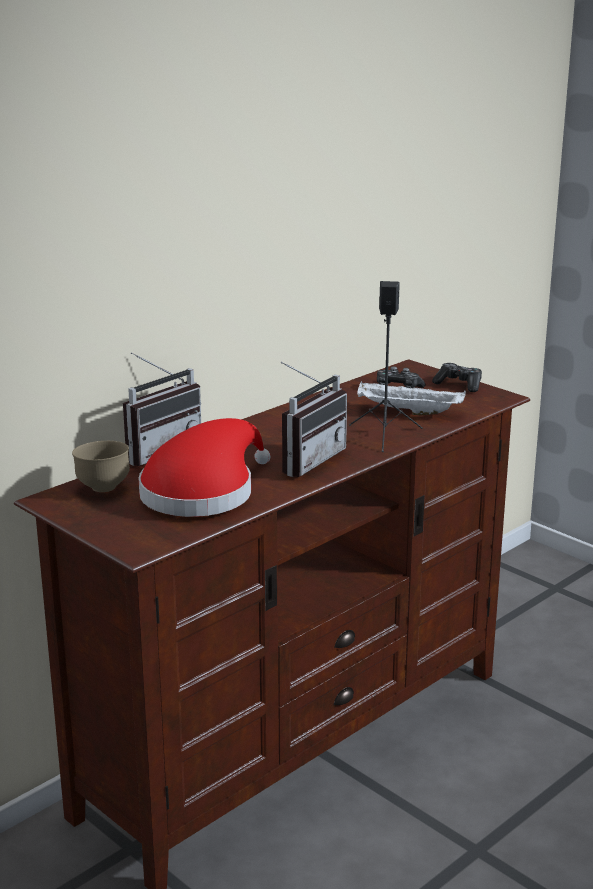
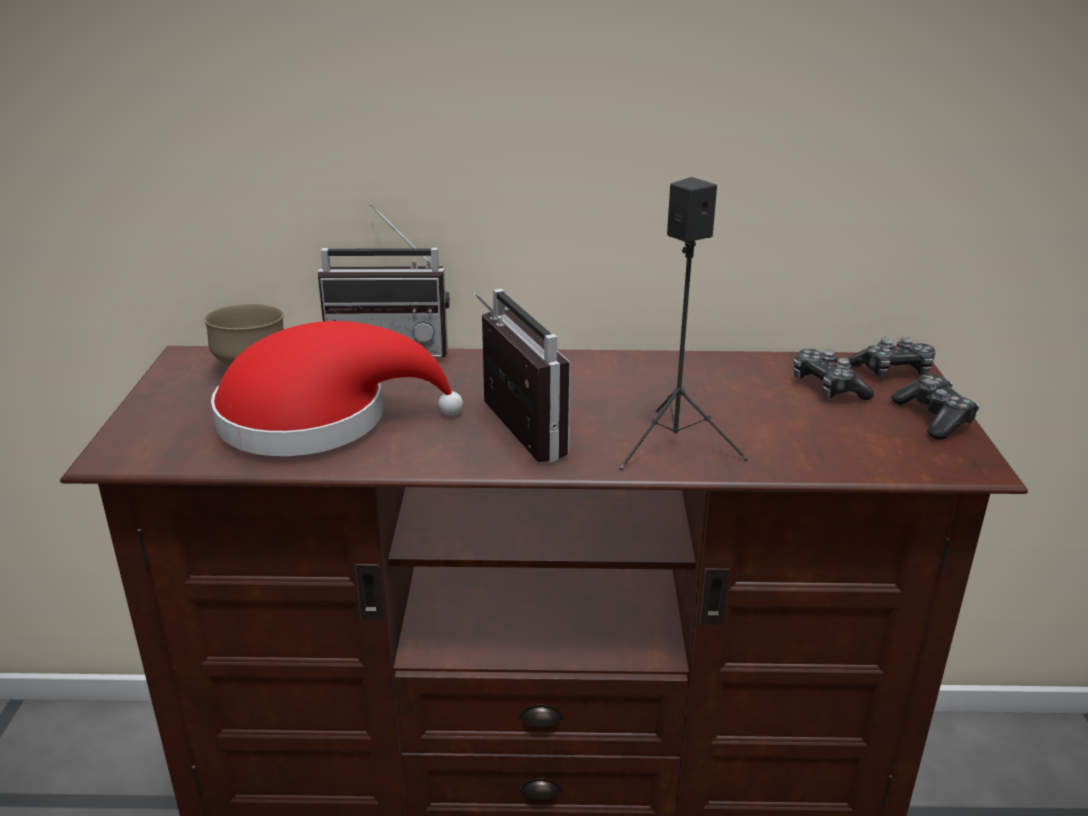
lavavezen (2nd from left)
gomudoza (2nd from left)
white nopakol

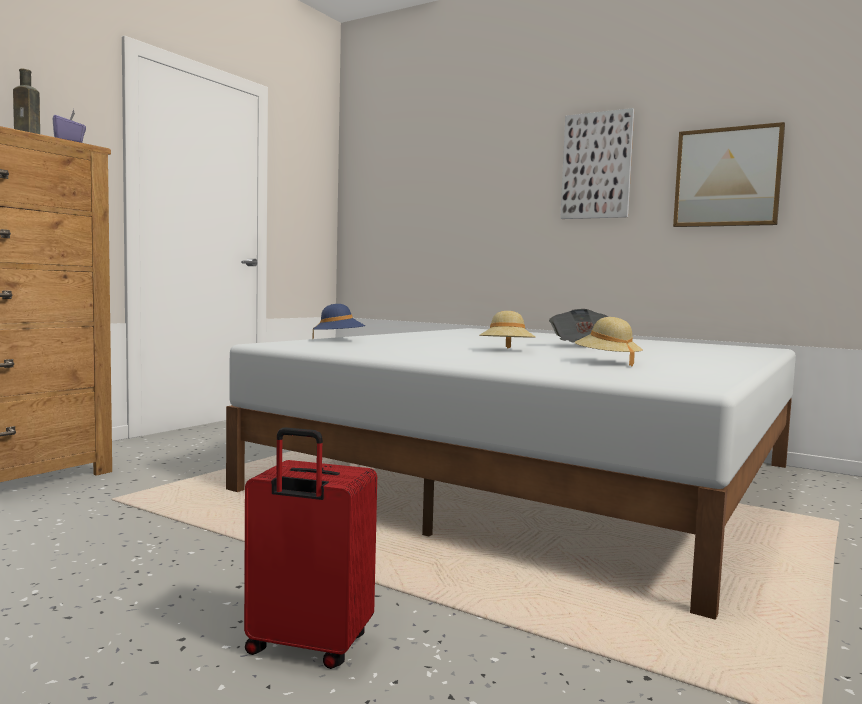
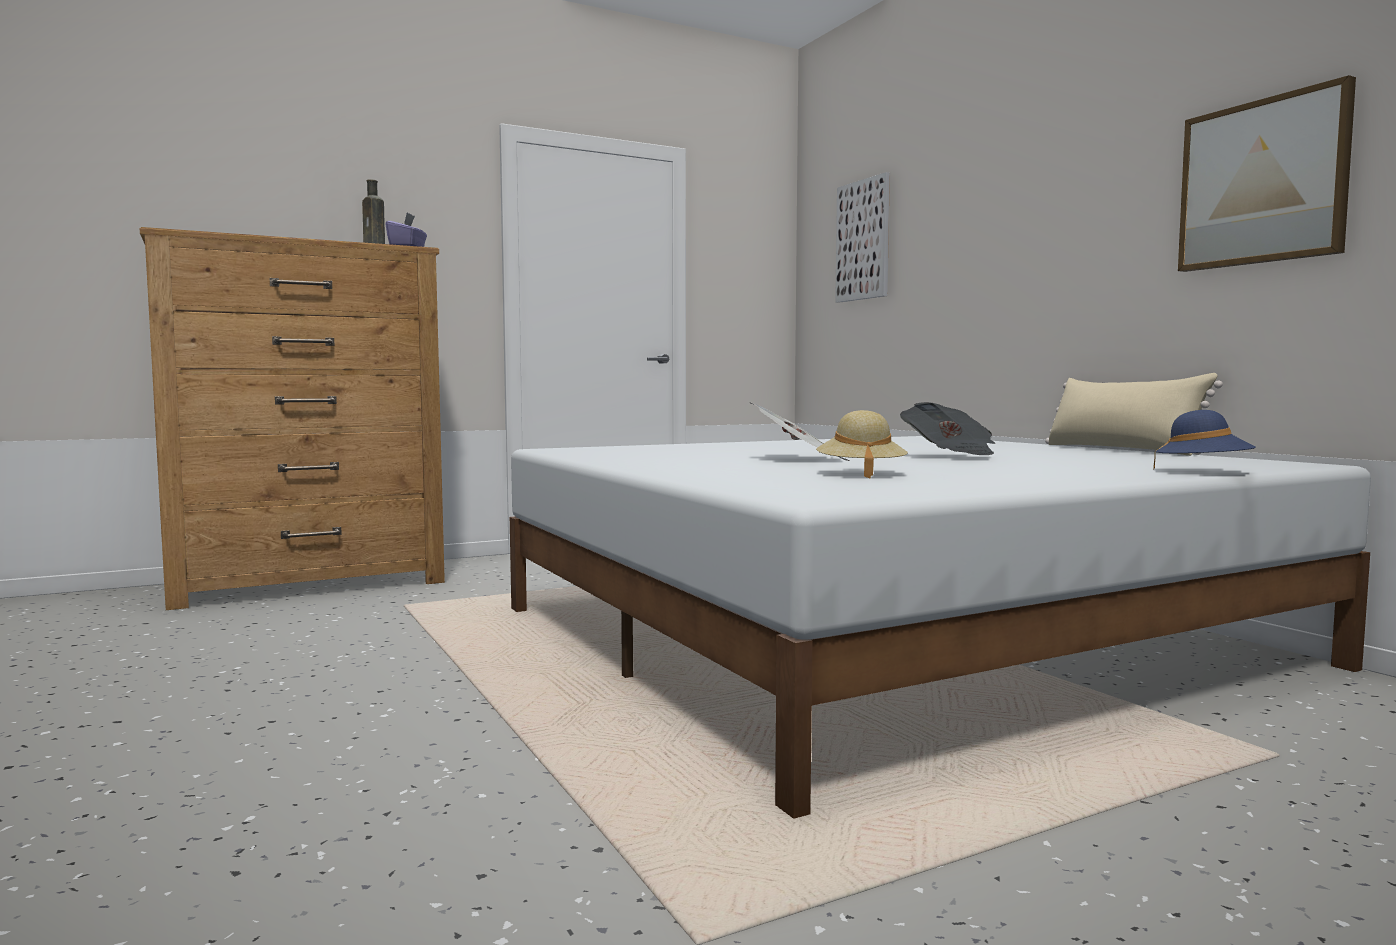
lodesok (1st from left)
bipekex (1st from left)
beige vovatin
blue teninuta
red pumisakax

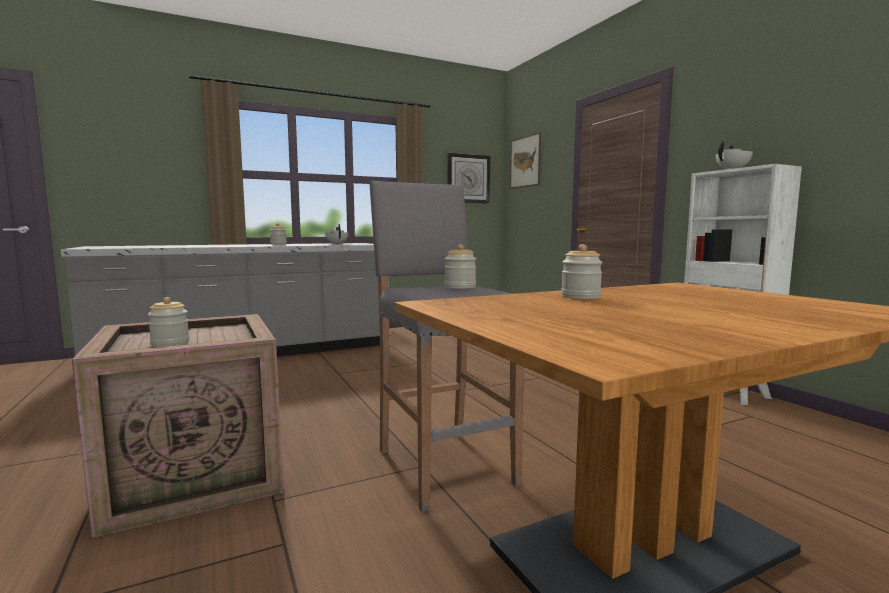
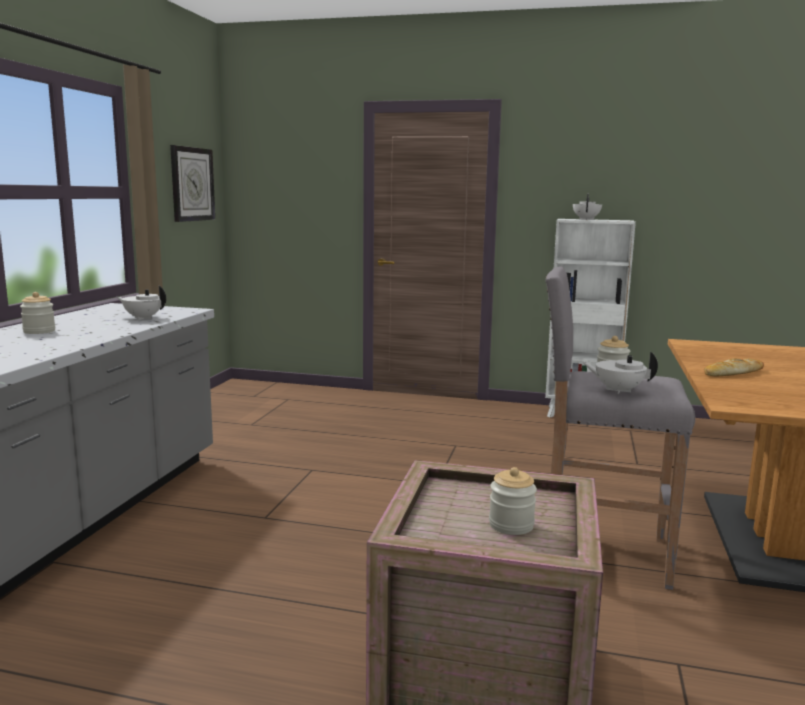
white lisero (3rd from left)
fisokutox
bipekex

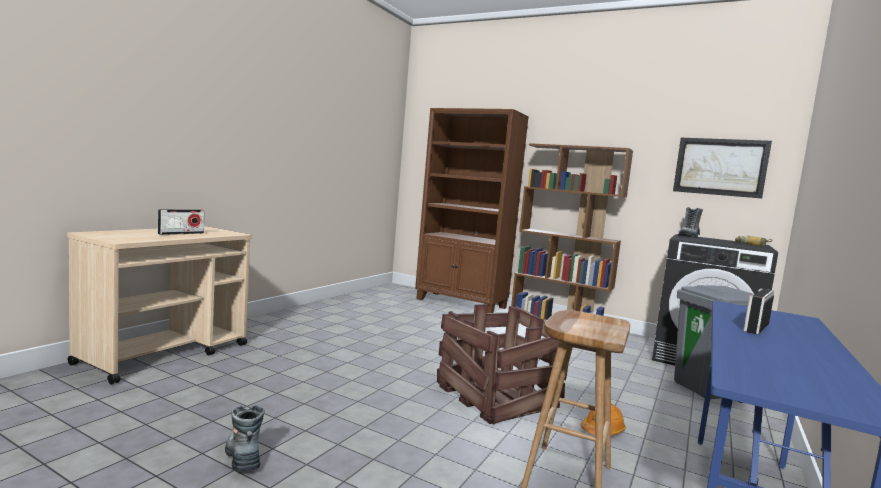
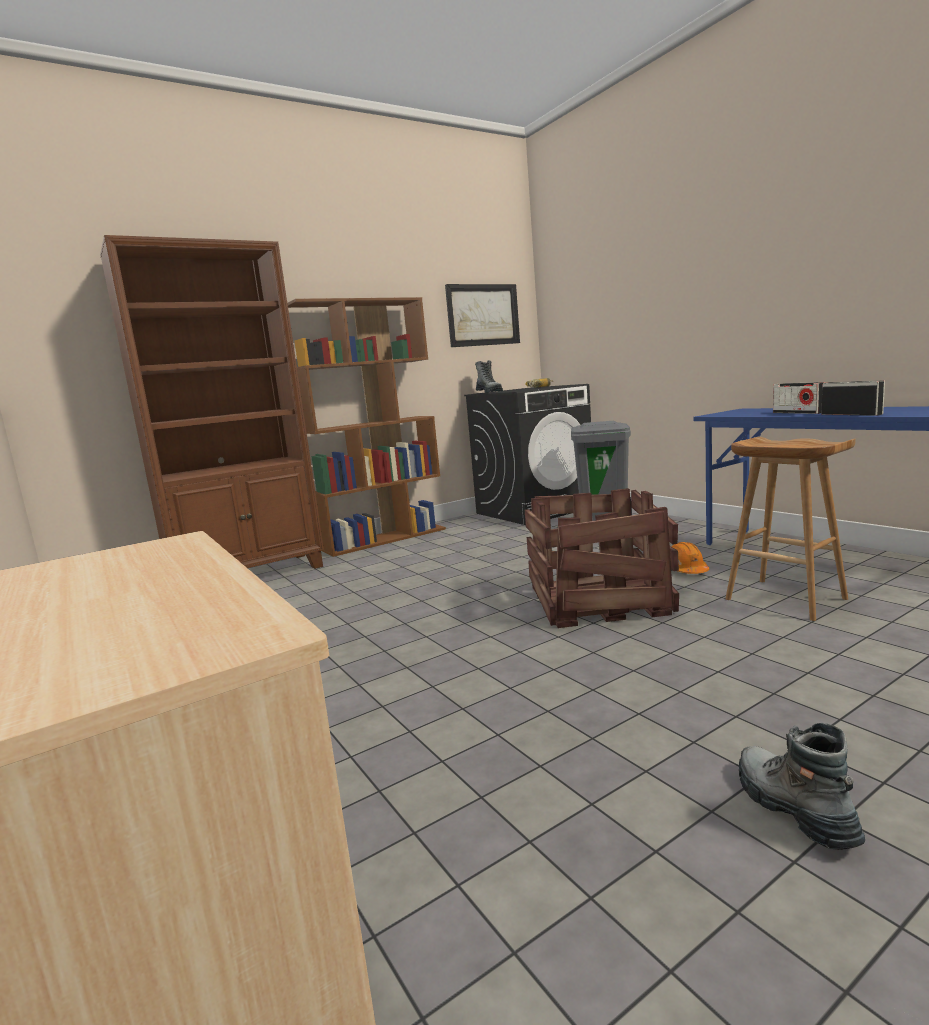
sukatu (2nd from left)
lavavezen (2nd from left)

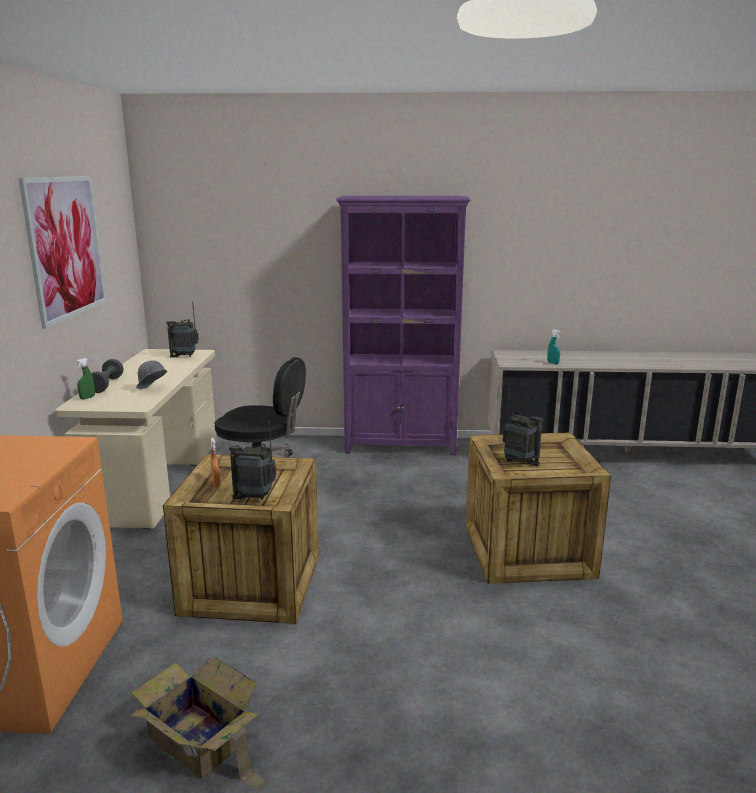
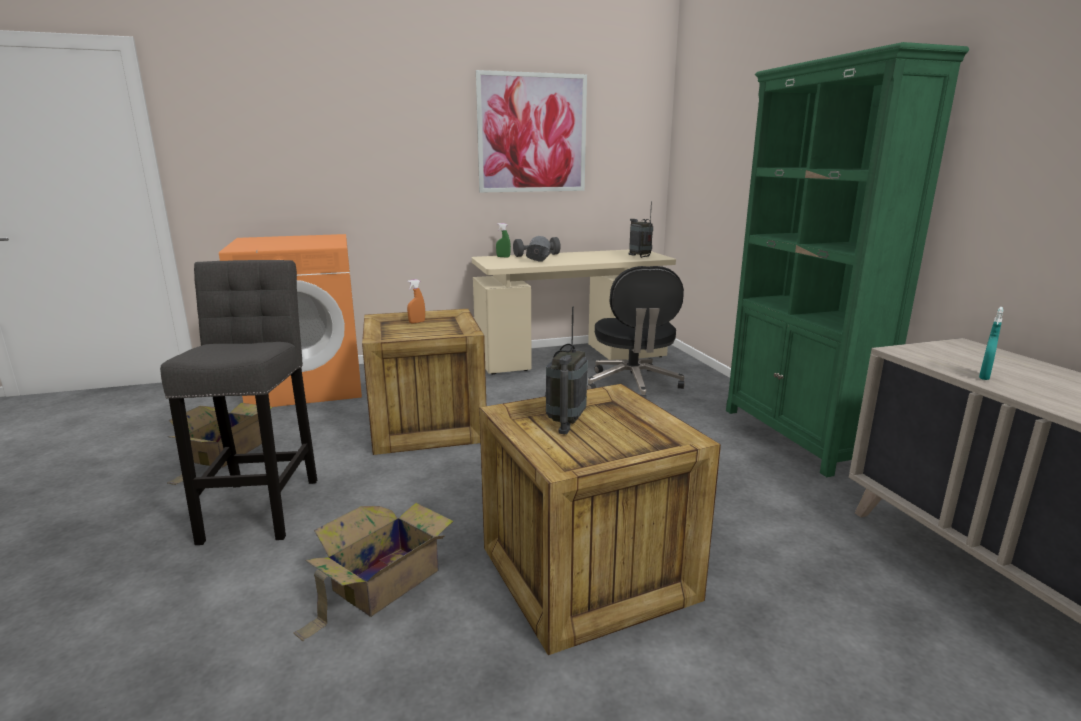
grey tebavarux
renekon (2nd from left)
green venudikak
lavavezen (2nd from left in the first image)

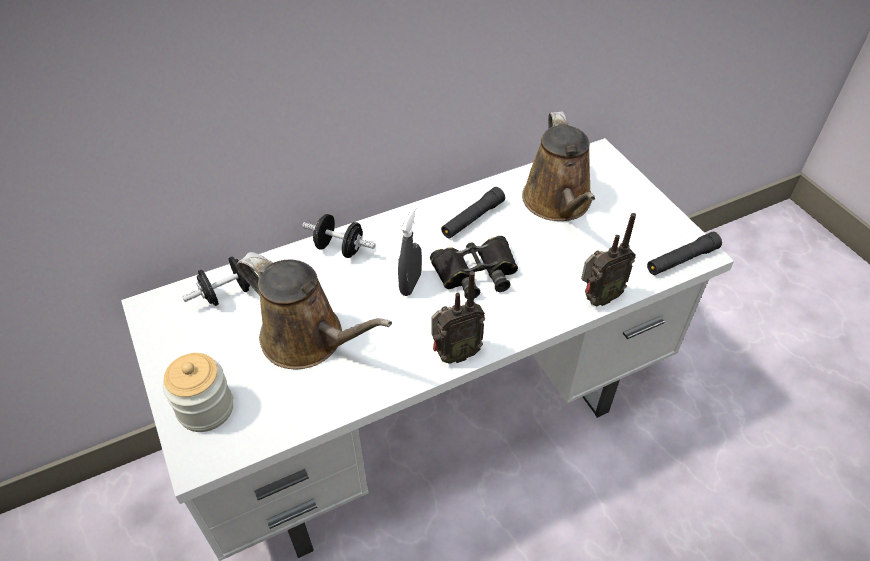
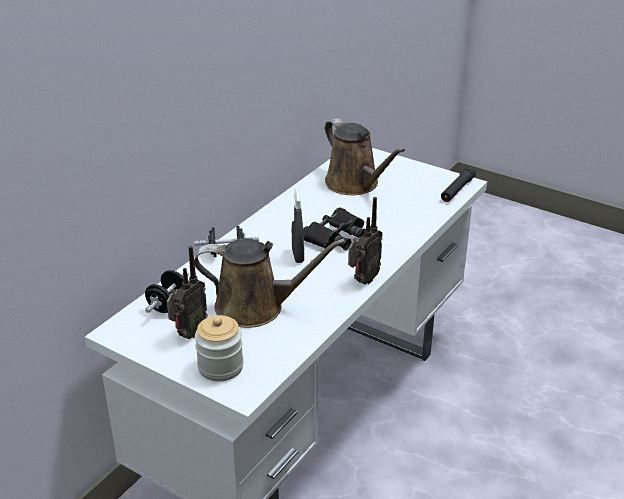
lavavezen (1st from left)
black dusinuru (1st from left in the first image)

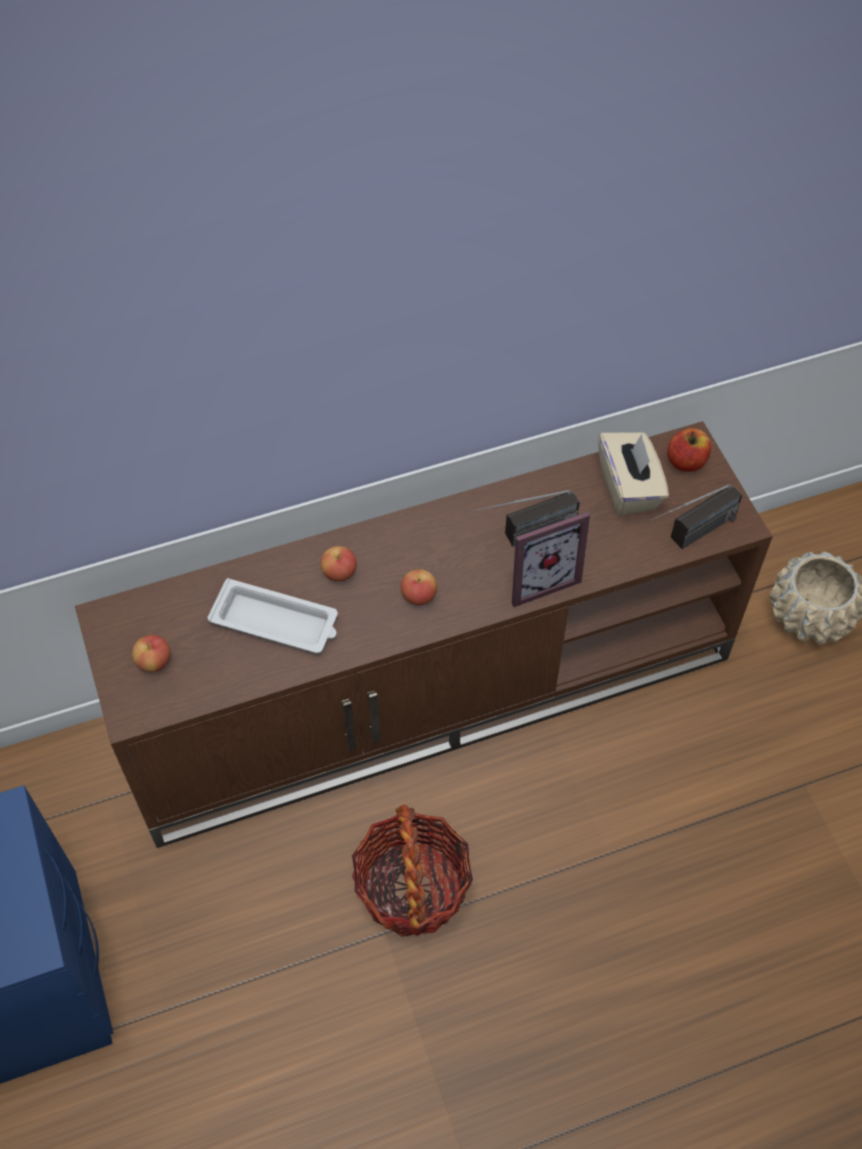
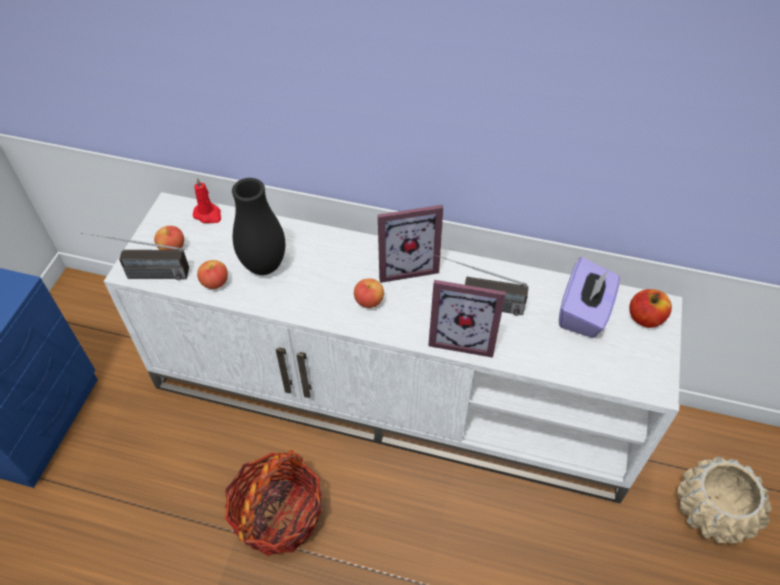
lavavezen (1st from left)
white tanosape
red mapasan
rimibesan (2nd from left)
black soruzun
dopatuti (1st from left)
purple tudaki

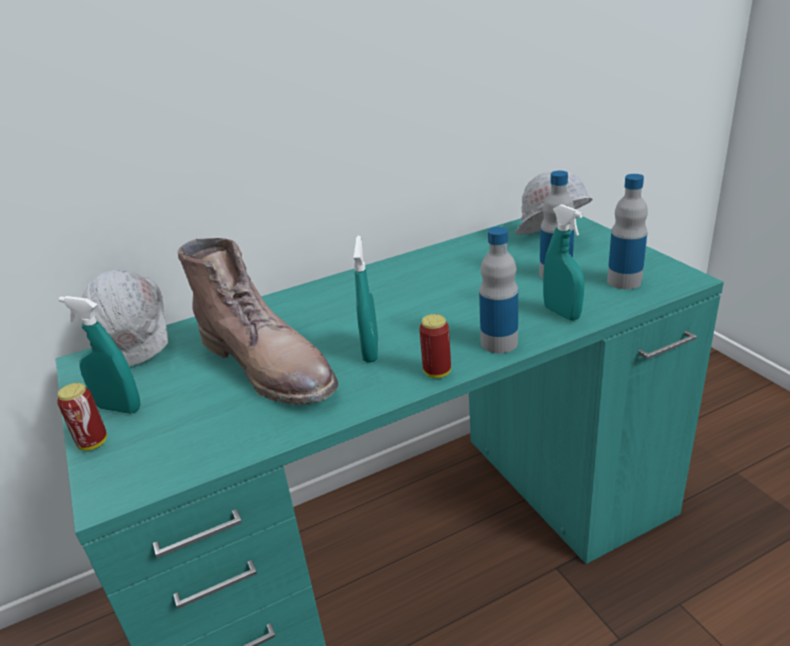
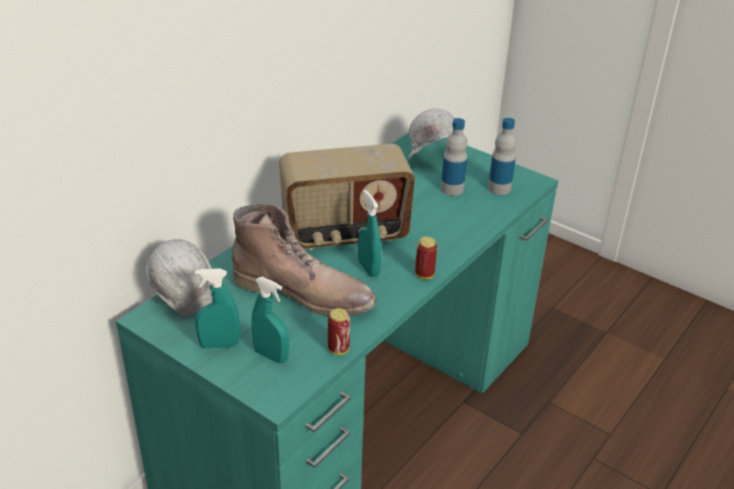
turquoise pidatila (2nd from left)
lavavezen
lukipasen (1st from left)
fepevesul (1st from left in the first image)

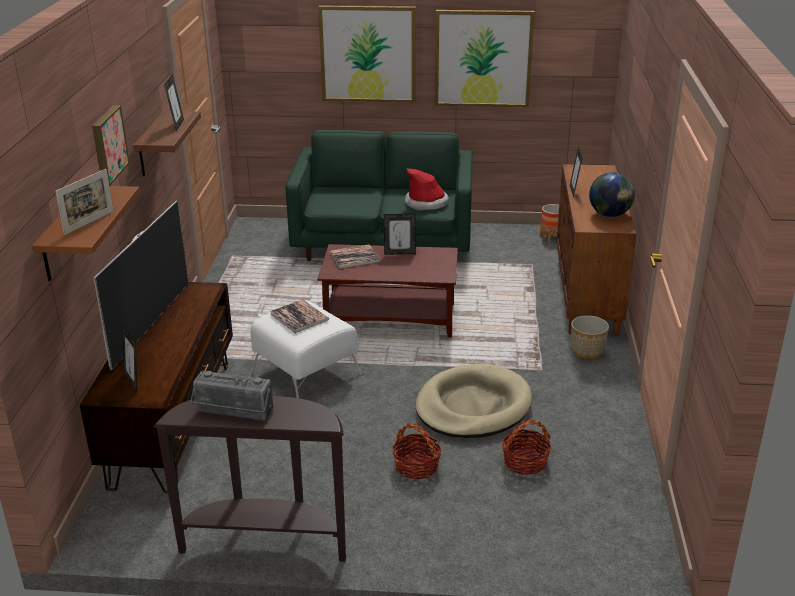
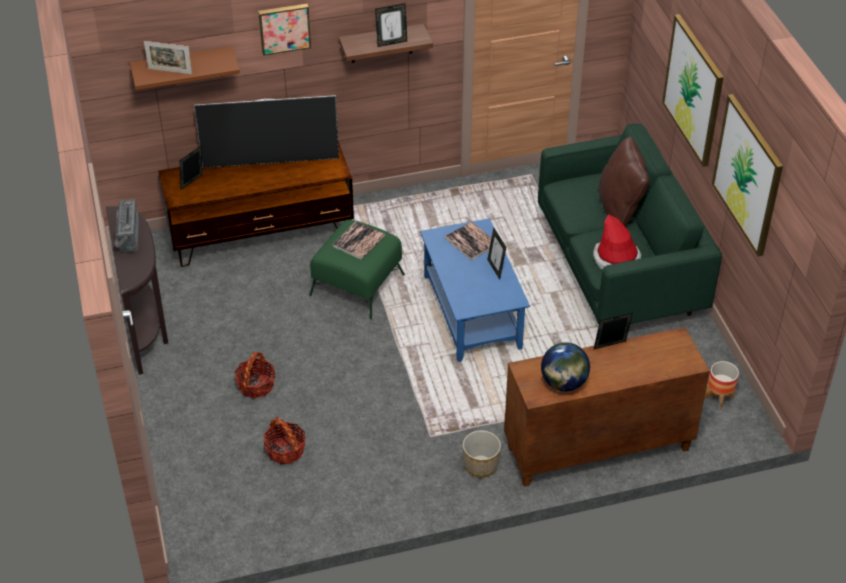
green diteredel
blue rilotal
brown vovatin
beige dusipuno

